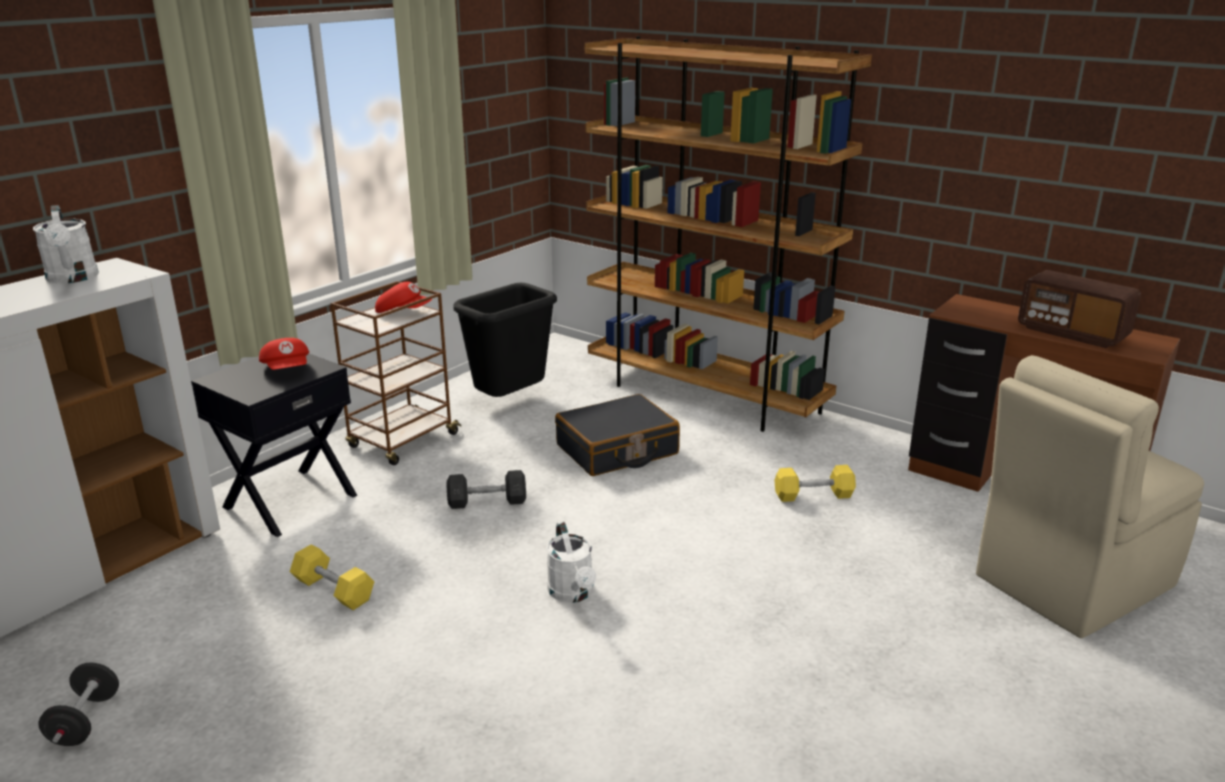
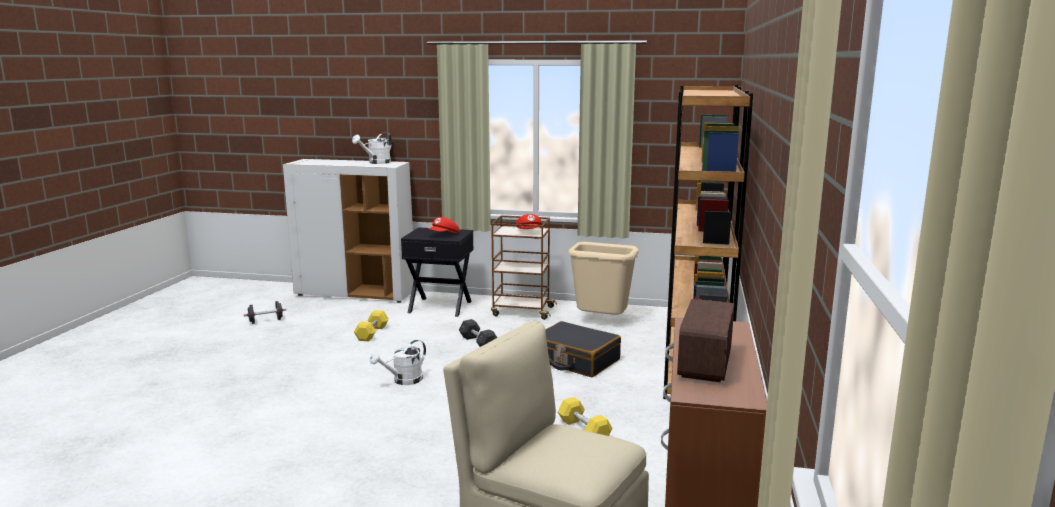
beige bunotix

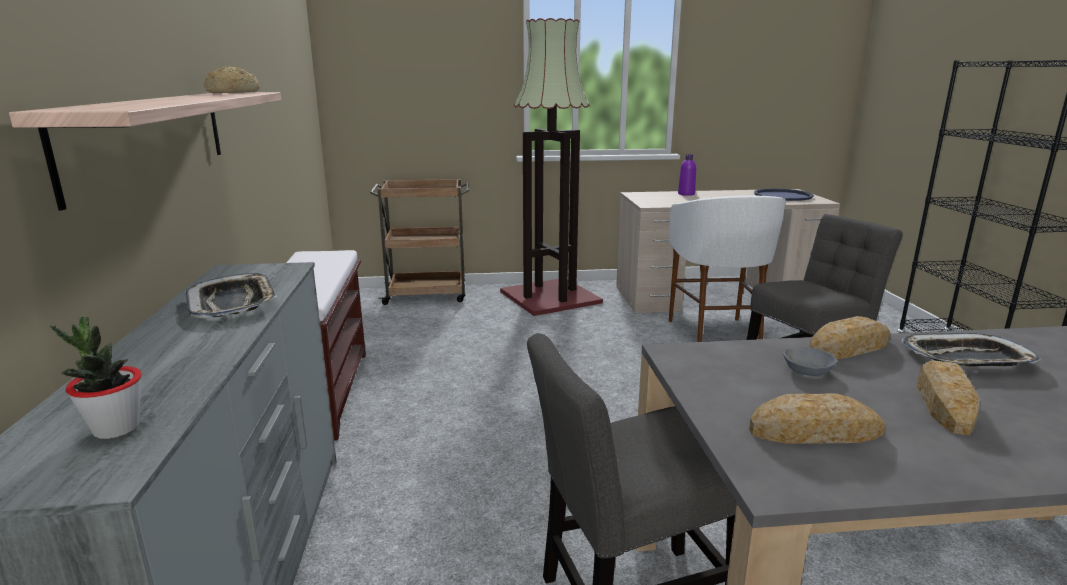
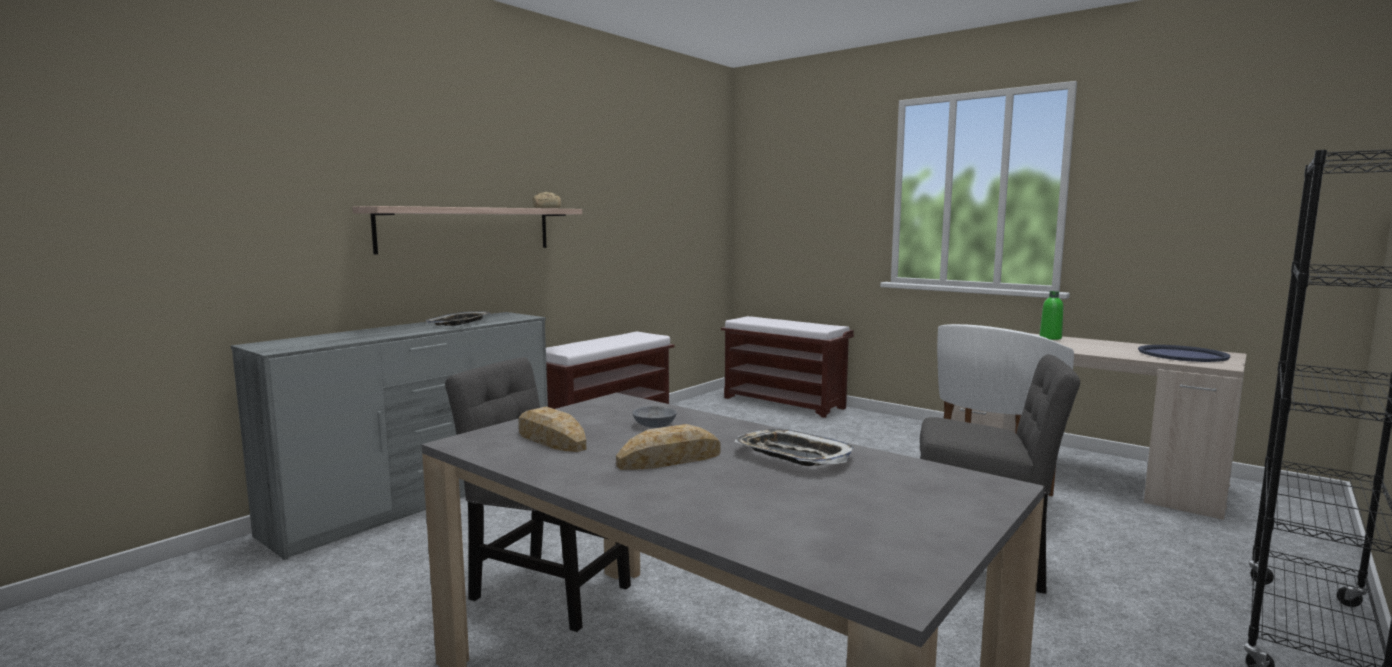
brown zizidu (2nd from left)
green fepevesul
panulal
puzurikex
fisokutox (3rd from left in the first image)

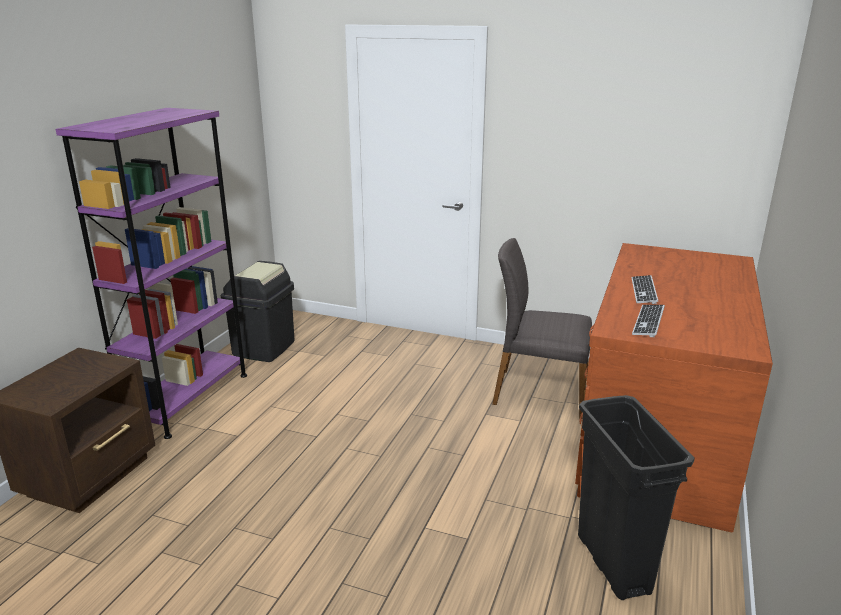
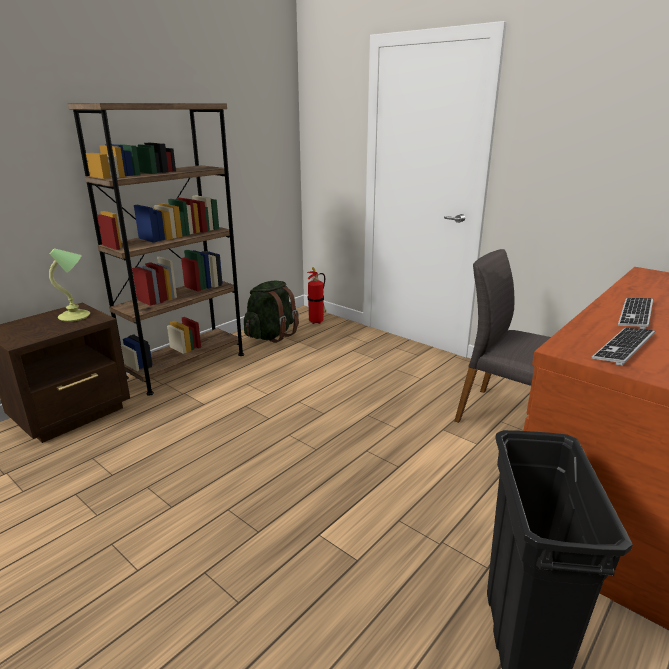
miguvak
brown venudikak
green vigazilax
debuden

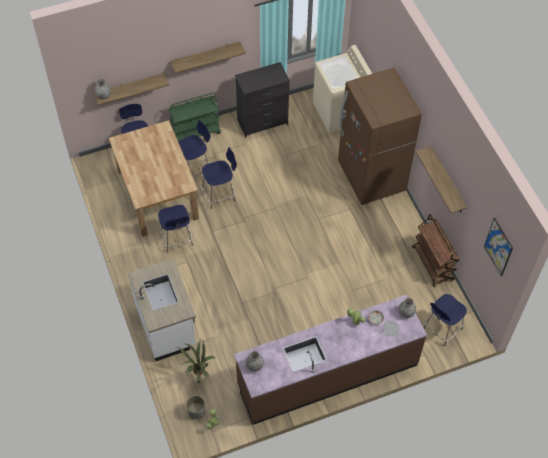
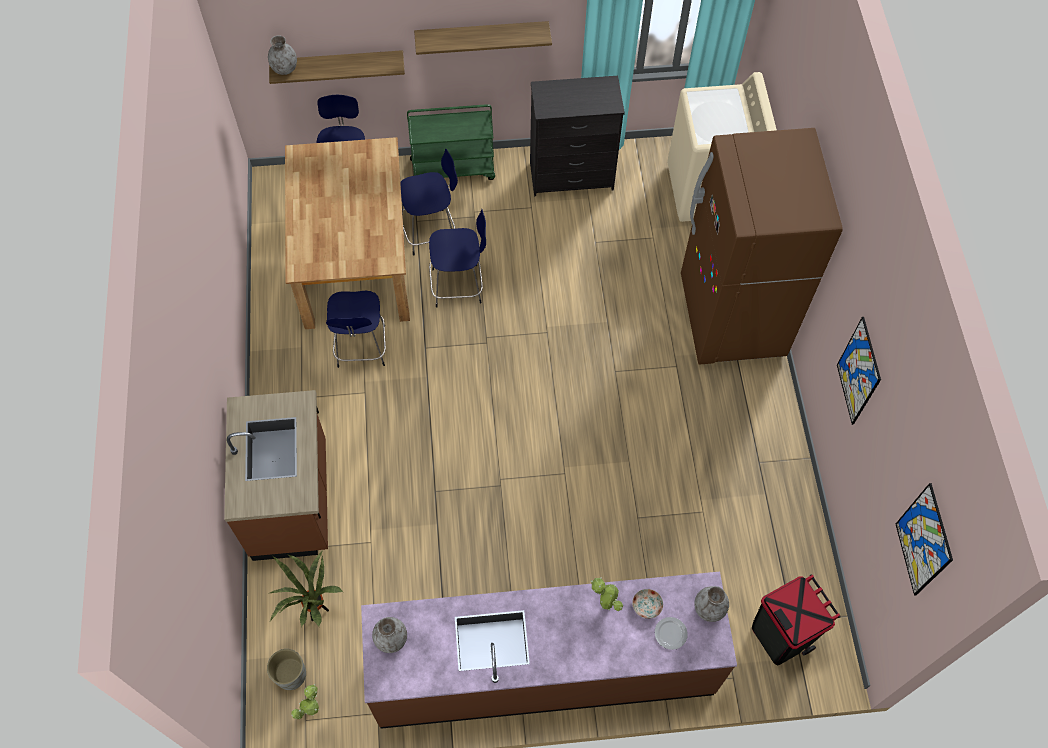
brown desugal (1st from left)
black bunotix
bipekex (1st from left)
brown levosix

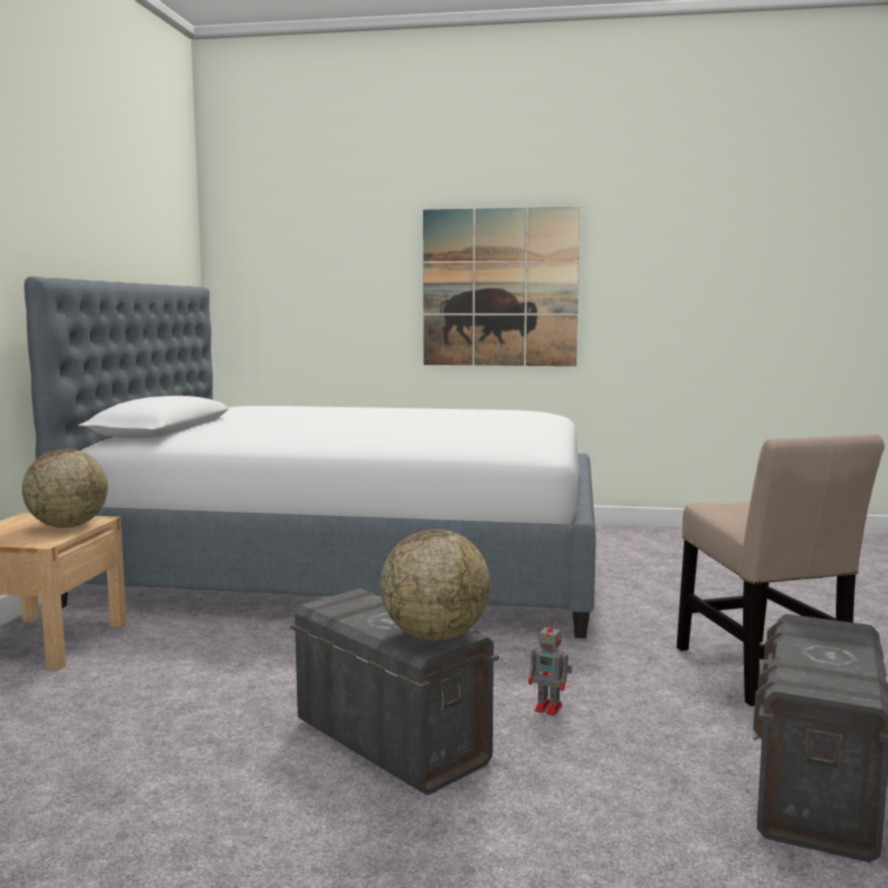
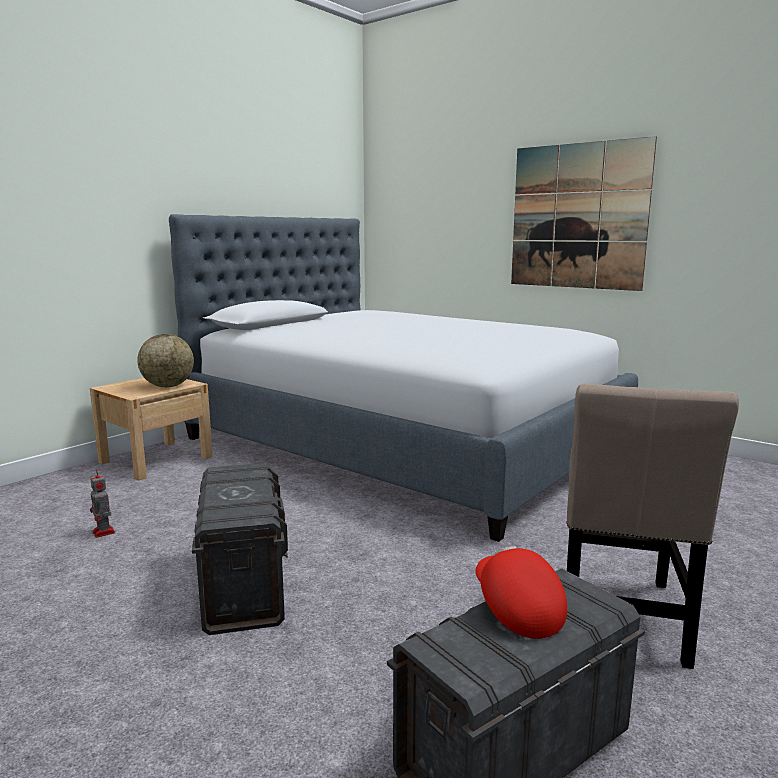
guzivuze
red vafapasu
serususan (2nd from left in the first image)

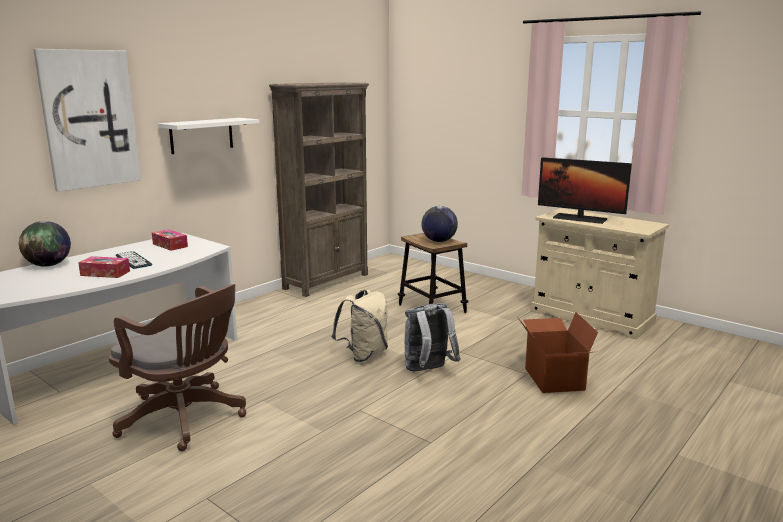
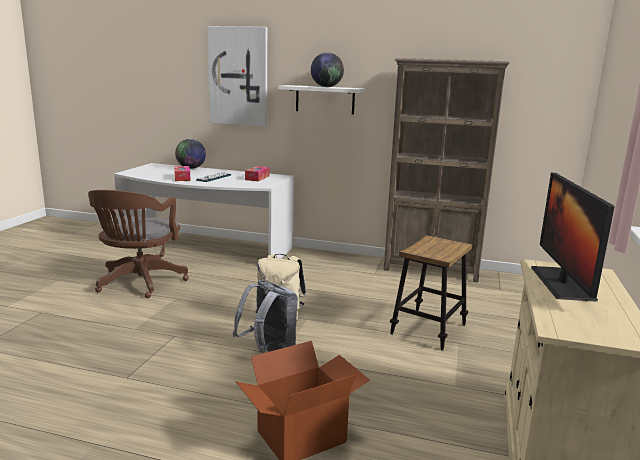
serususan (2nd from left)

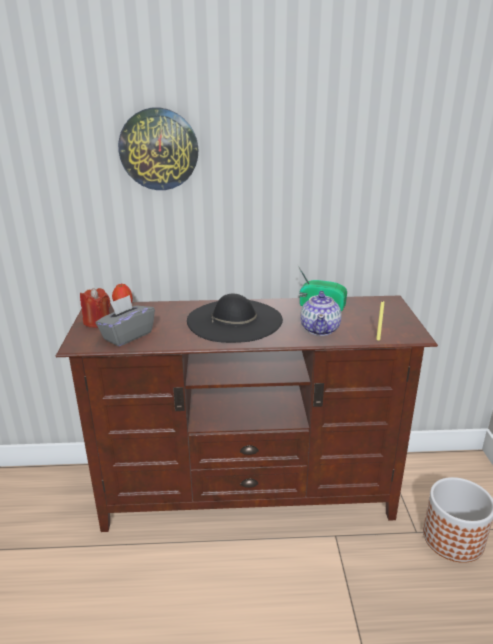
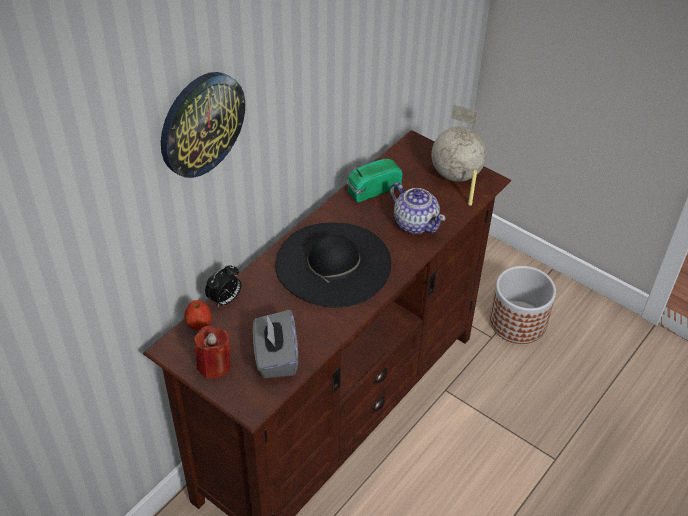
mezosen
serususan

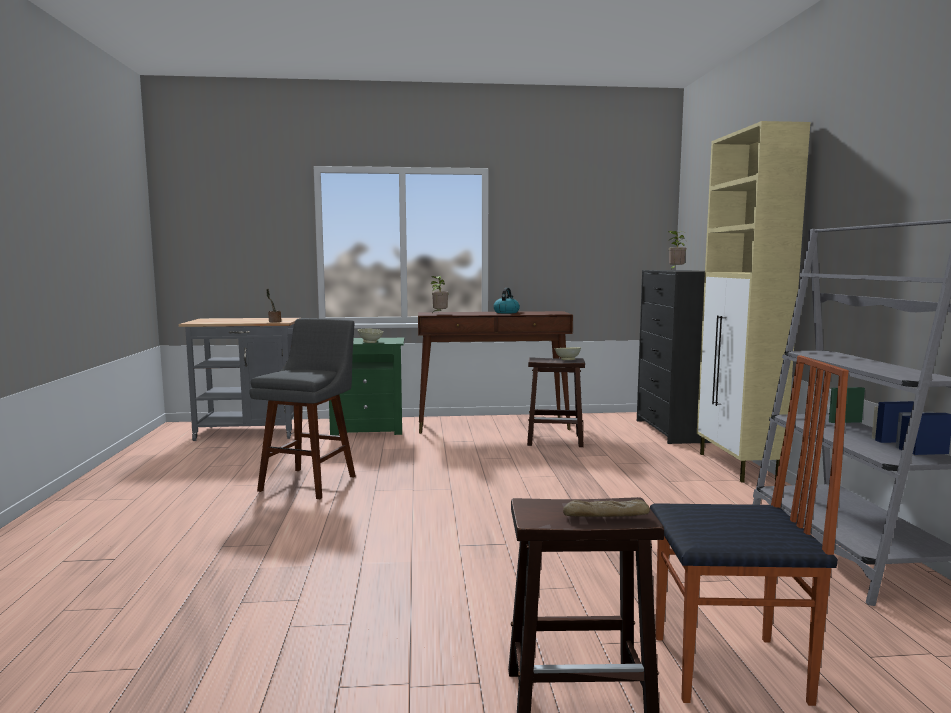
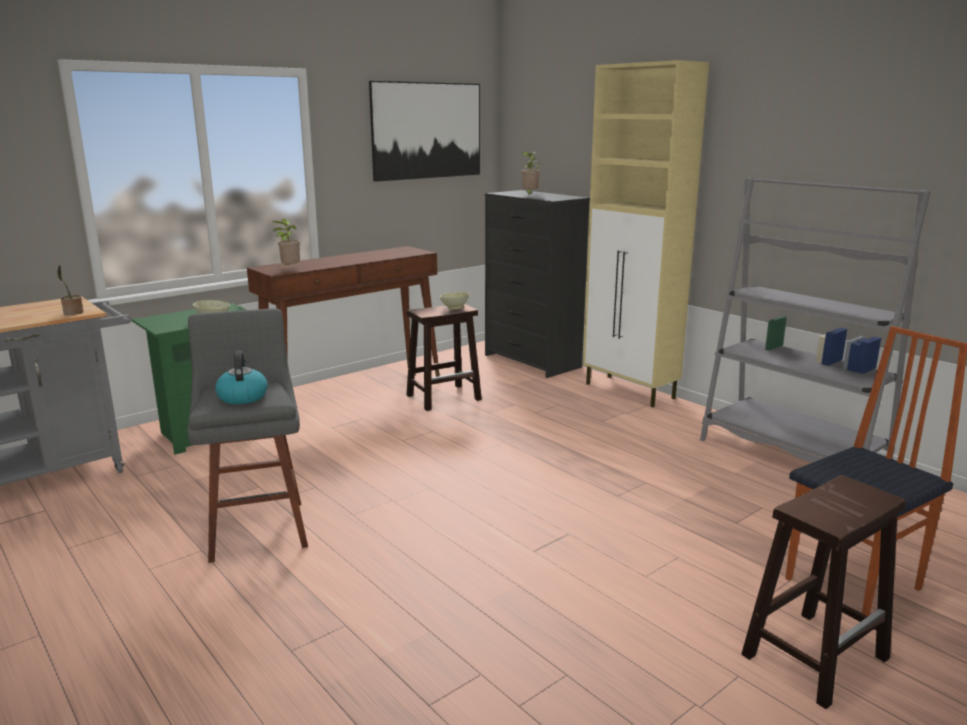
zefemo
bipekex
fisokutox

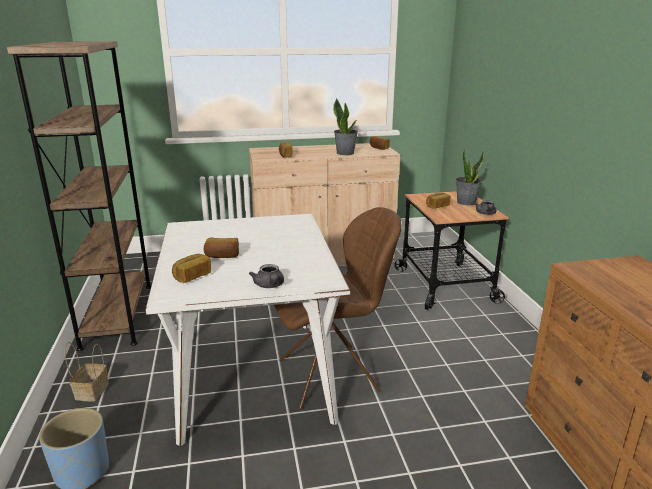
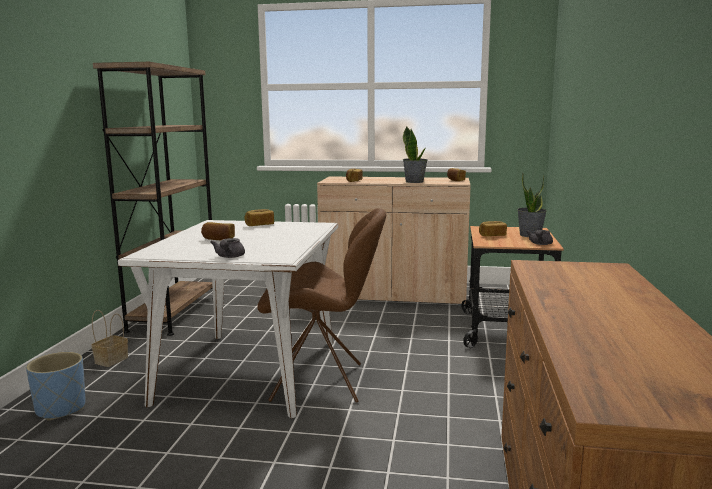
fisokutox (2nd from left)

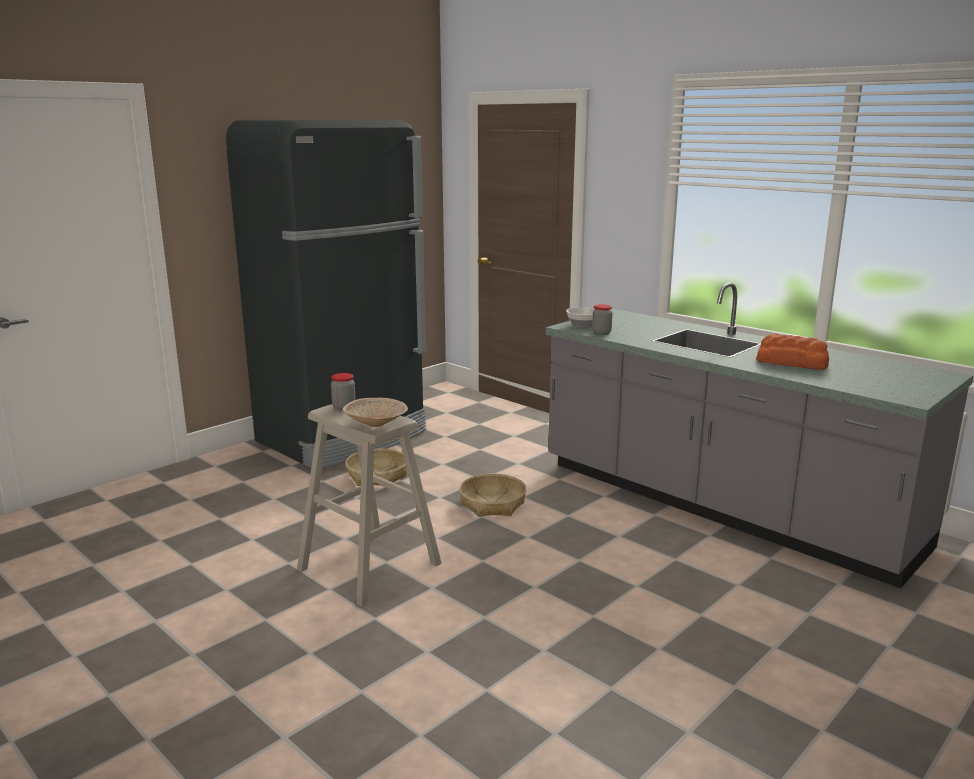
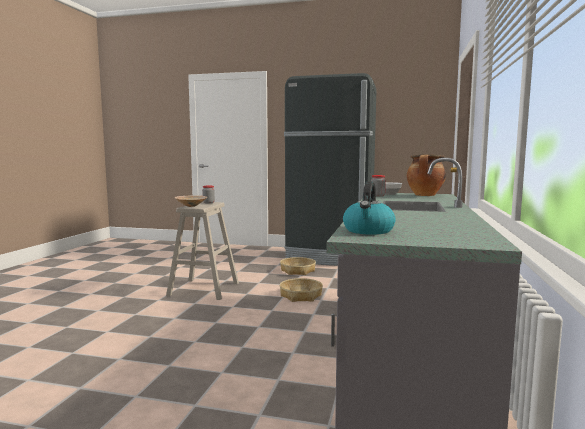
zefemo
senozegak
fisokutox

